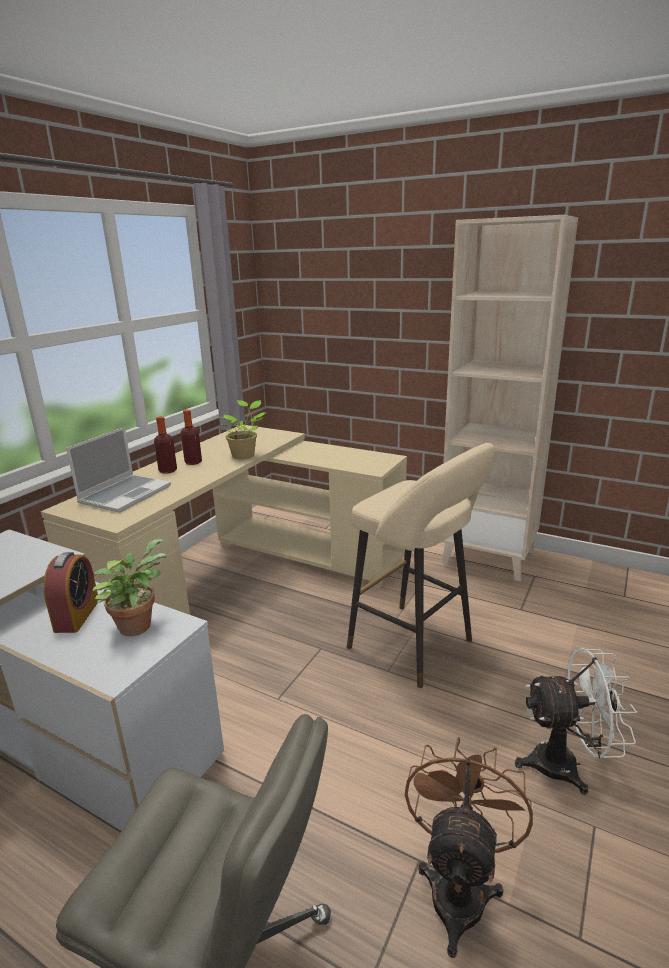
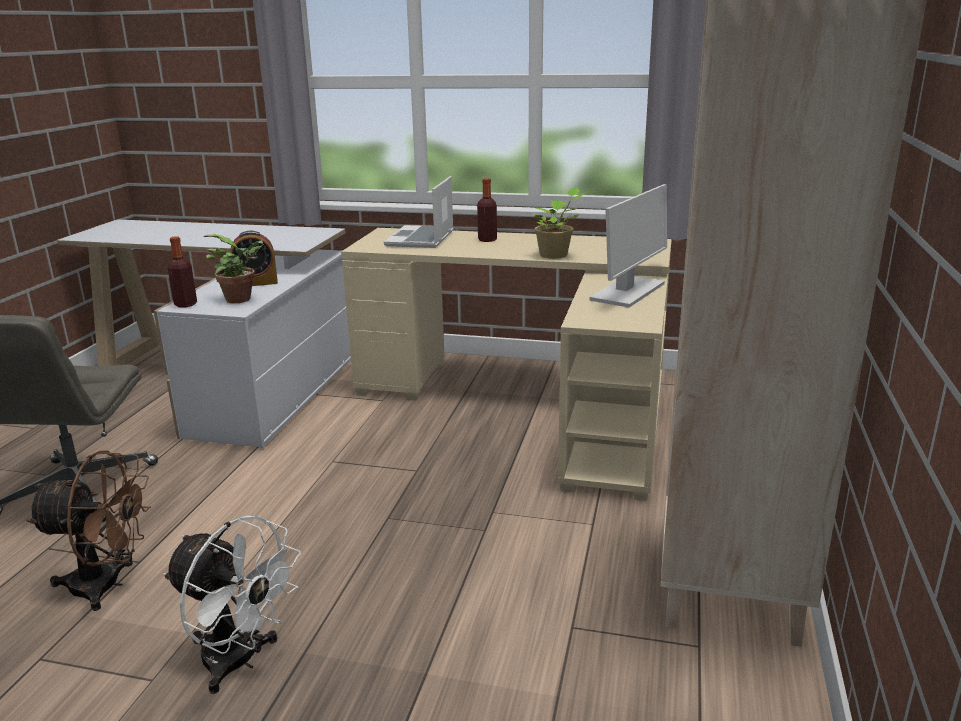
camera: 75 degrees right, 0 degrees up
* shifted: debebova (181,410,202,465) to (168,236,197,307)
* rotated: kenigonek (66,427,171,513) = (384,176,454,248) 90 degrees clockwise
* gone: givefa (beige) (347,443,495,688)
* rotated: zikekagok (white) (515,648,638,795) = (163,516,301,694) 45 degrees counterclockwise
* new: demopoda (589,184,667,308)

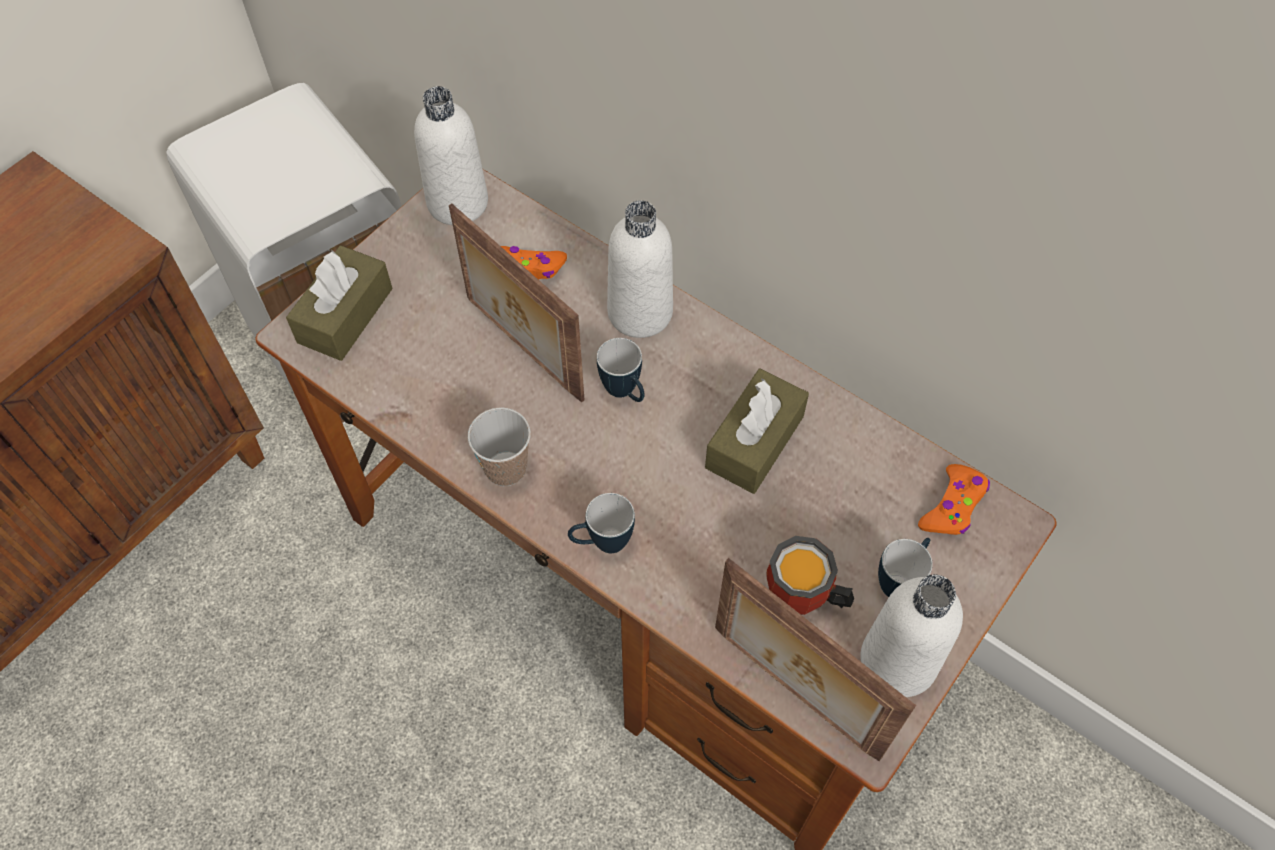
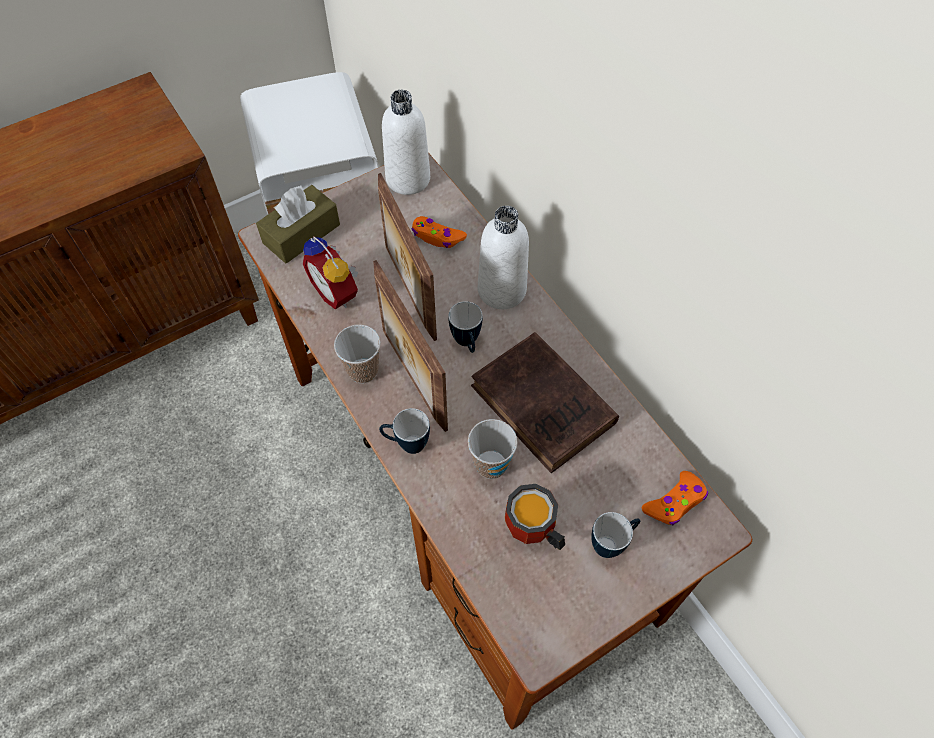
camera: 20 degrees right, 0 degrees up
* swapped: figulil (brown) (705,368,809,494) to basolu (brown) (471,332,619,473)
* shifted: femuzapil (715,558,916,761) to (373,260,448,432)
* gone: debebova (white) (860,575,963,697)
* new: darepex (303,236,358,309)
* new: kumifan (468,419,517,479)

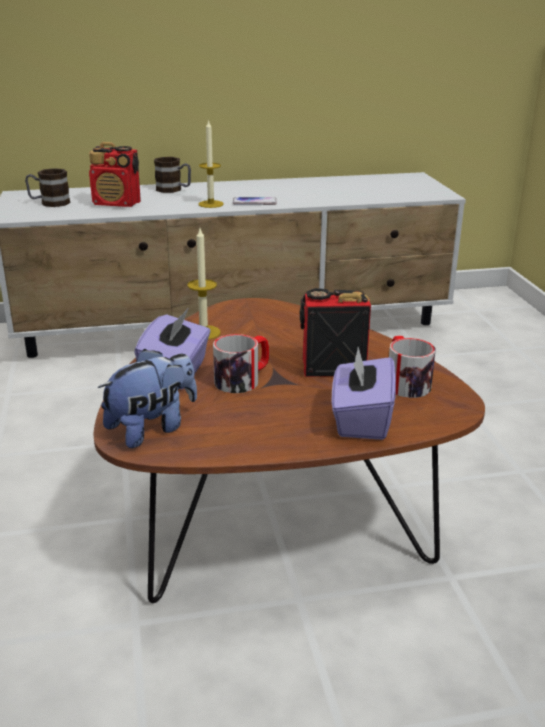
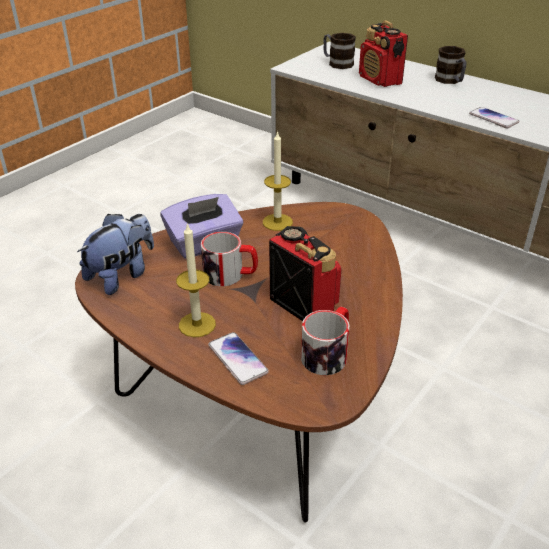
camera: 50 degrees right, 10 degrees up
* shifted: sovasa (198,119,224,208) to (176,223,216,337)
* swapped: figulil (purple) (332,347,396,440) to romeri (208,332,269,385)
* rotated: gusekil (98,349,197,448) = (77,214,154,295) 60 degrees counterclockwise

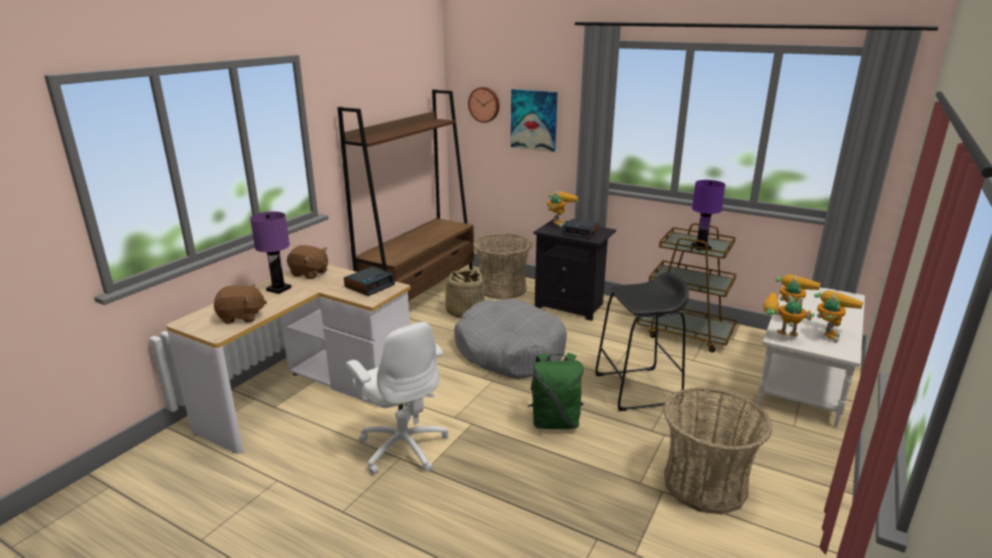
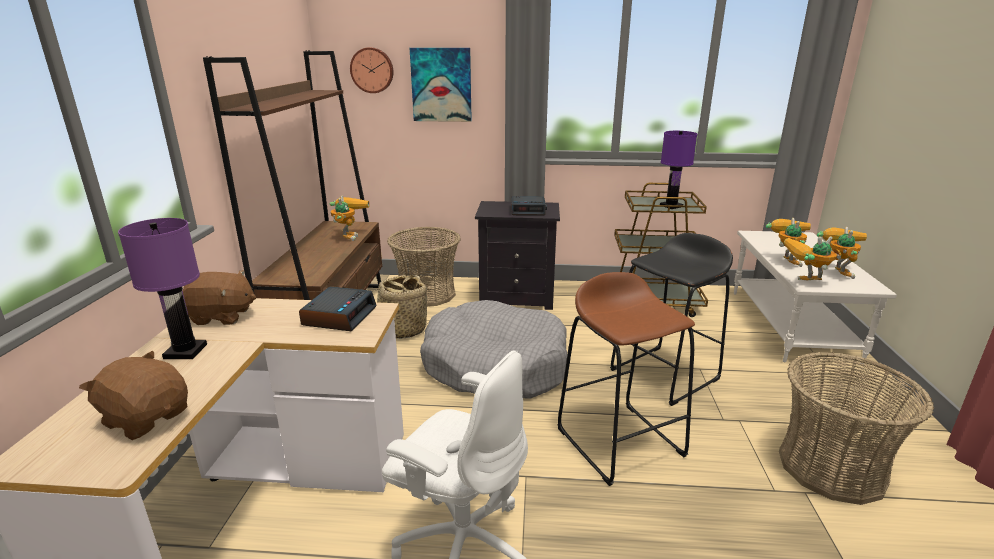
camera: 25 degrees left, 0 degrees up
* shifted: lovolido (547,190,579,227) to (330,196,370,241)
* rotated: gusekil (brown) (214,283,267,324) = (79,351,188,440) 120 degrees counterclockwise
* swapped: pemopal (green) (528,353,584,429) to givefa (brown) (558,272,695,486)

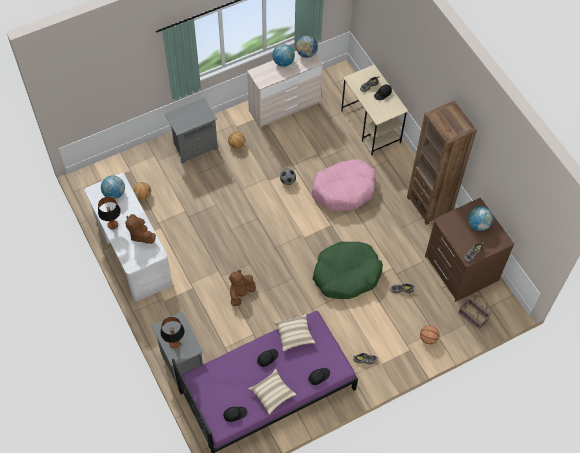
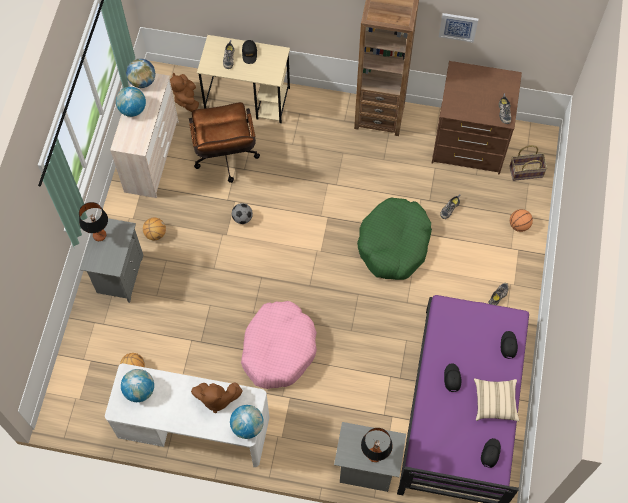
camera: 50 degrees left, 5 degrees up
* shifted: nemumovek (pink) (312,160,376,211) to (241,301,317,389)
* shifted: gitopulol (98,197,121,230) to (79,202,108,241)
* shifted: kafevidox (468,206,493,231) to (230,405,264,439)
* shifted: gusekil (brown) (229,270,256,306) to (170,73,199,112)
* gone: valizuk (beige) (274,314,315,352)
* new: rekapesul (439,13,478,42)
* new: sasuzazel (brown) (189,102,260,183)

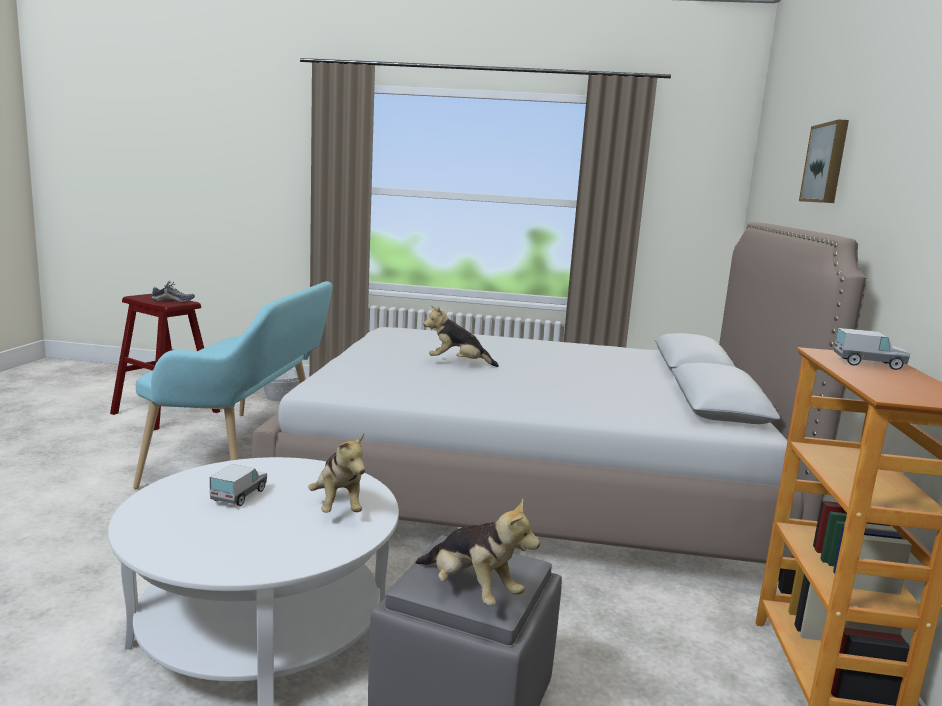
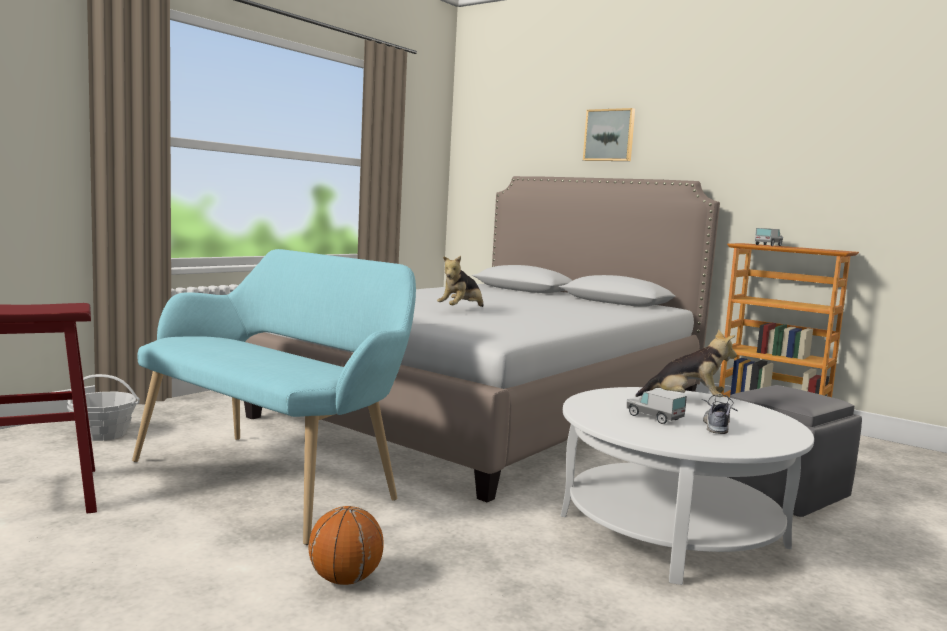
camera: 60 degrees left, 5 degrees down
* shifted: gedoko (152,281,195,302) to (701,394,737,434)
* gone: gusekil (415,499,540,606)
* new: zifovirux (309,506,384,585)

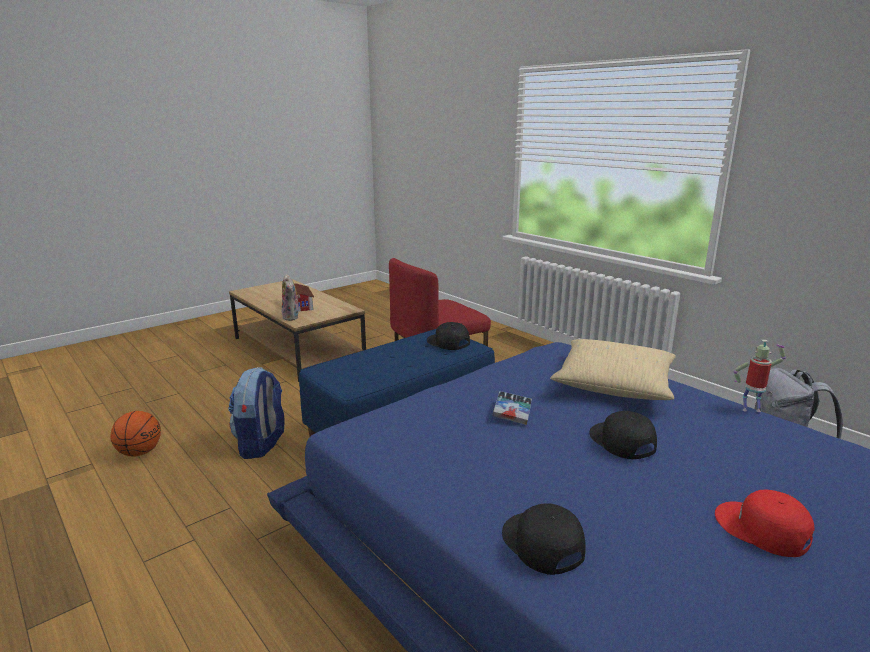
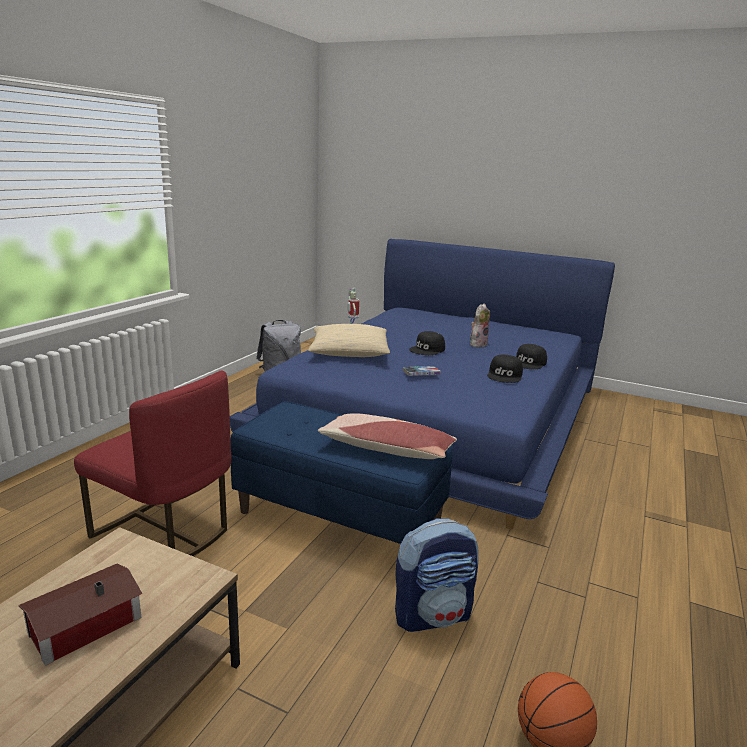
camera: 115 degrees left, 0 degrees up
* shifted: gusekil (282,274,300,321) to (470,304,490,347)
* shifted: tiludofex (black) (427,322,470,350) to (487,355,523,383)
* gone: tiludofex (red) (715,490,815,557)
* new: valizuk (318,414,457,459)

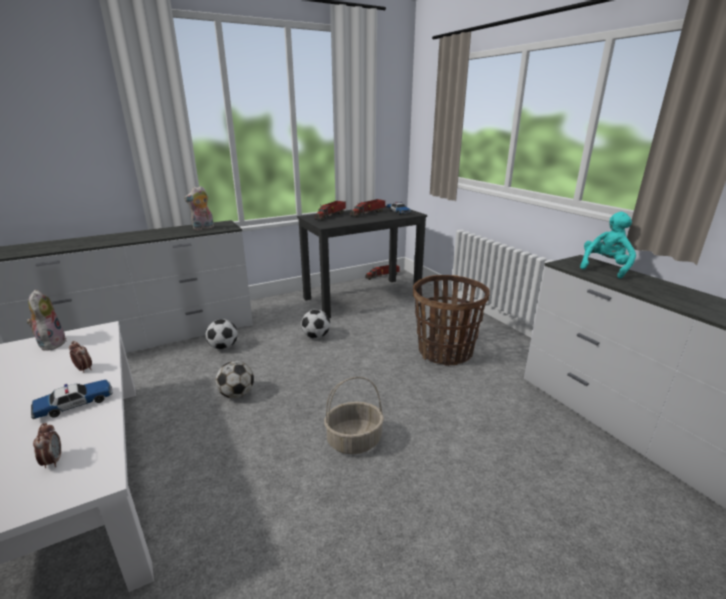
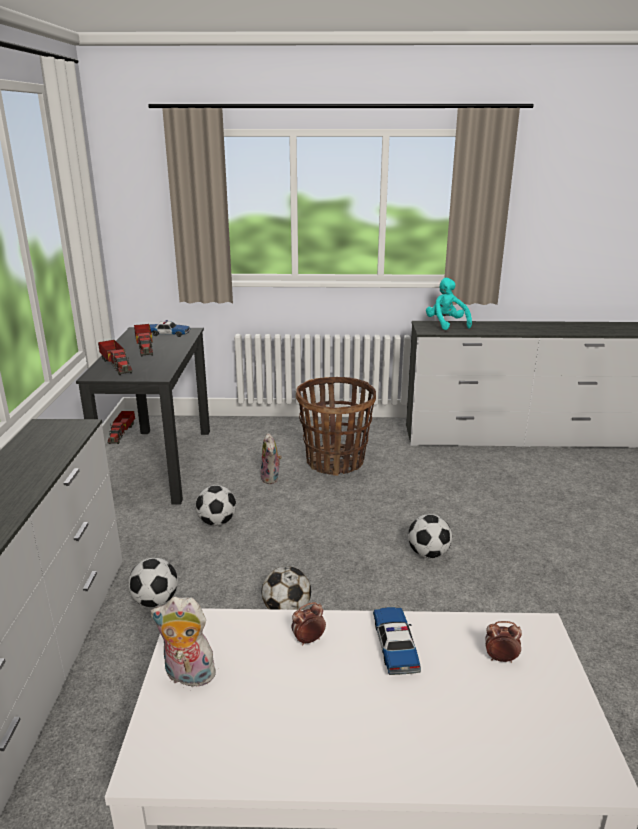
camera: 60 degrees left, 0 degrees up
* shifted: gusekil (184,186,214,230) to (260,433,282,484)
* swapped: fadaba (324,377,384,454) to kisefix (408,514,452,558)

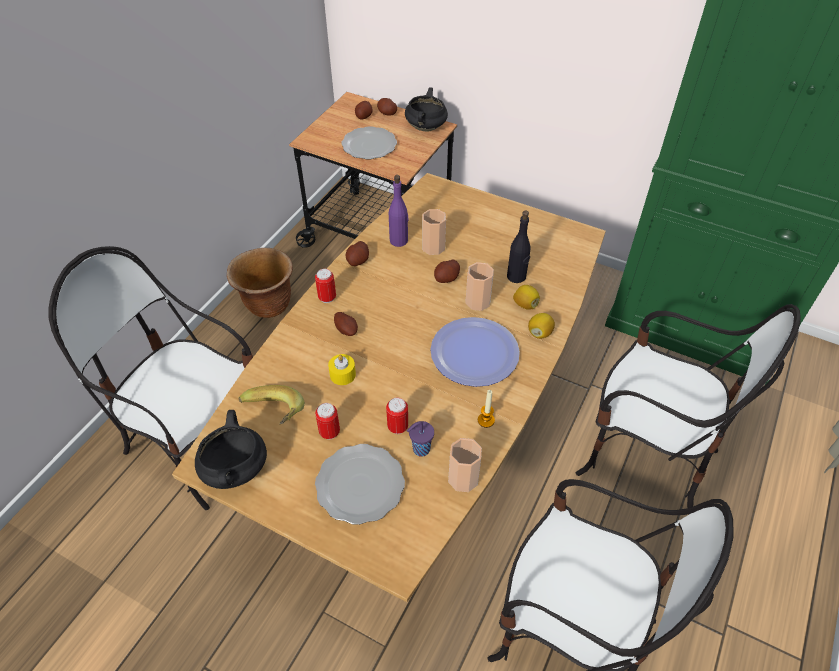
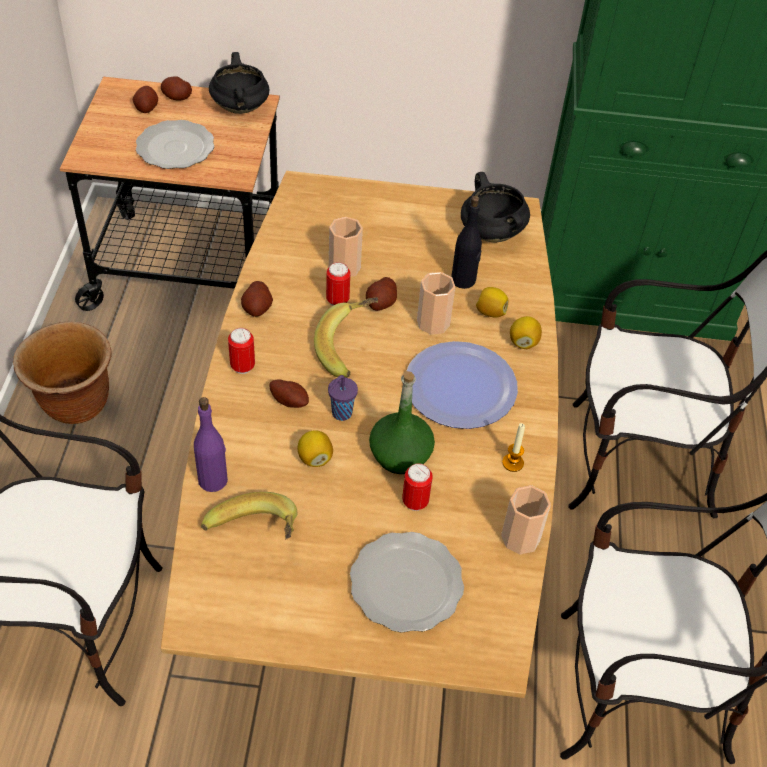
camera: 25 degrees left, 0 degrees up
* shifted: debebova (purple) (389,175,408,247) to (194,397,228,492)
* swapped: sovasa (yellow) (328,354,356,385) to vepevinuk (297,430,333,467)
* shifted: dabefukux (315,403,340,439) to (326,262,351,306)
* shifted: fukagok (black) (195,410,267,489) to (461,172,530,242)
* shifted: kumifan (purple) (407,421,434,457) to (328,375,358,421)
* new: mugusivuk (314,297,379,378)
* new: debebova (green) (369,371,435,474)

